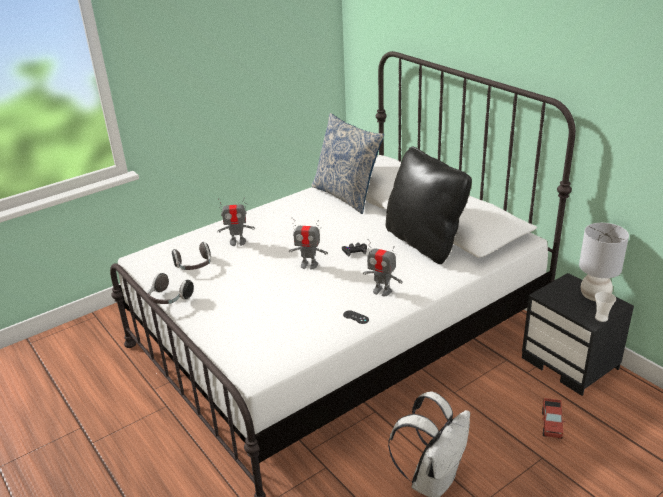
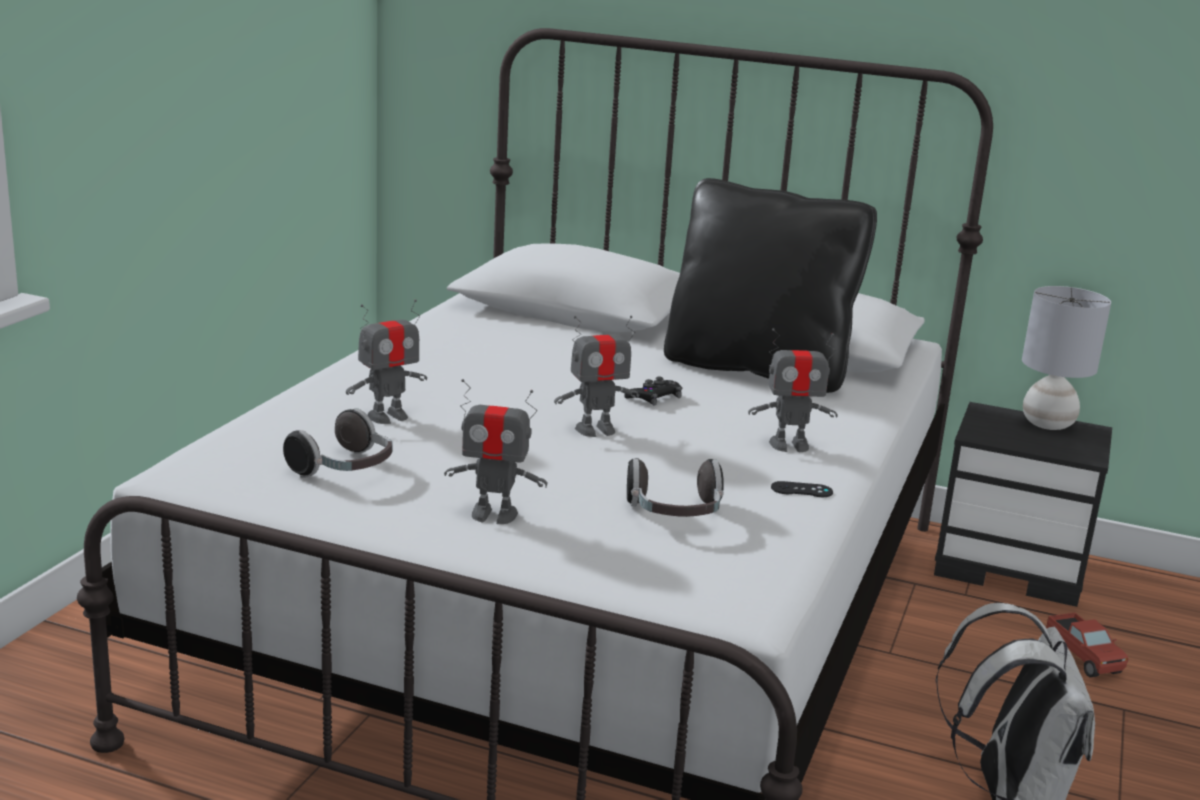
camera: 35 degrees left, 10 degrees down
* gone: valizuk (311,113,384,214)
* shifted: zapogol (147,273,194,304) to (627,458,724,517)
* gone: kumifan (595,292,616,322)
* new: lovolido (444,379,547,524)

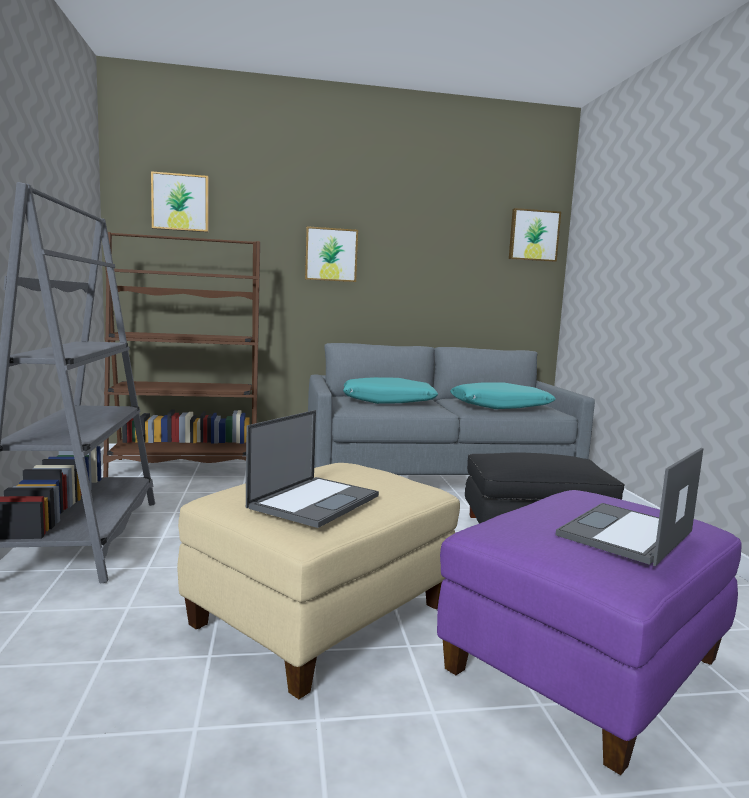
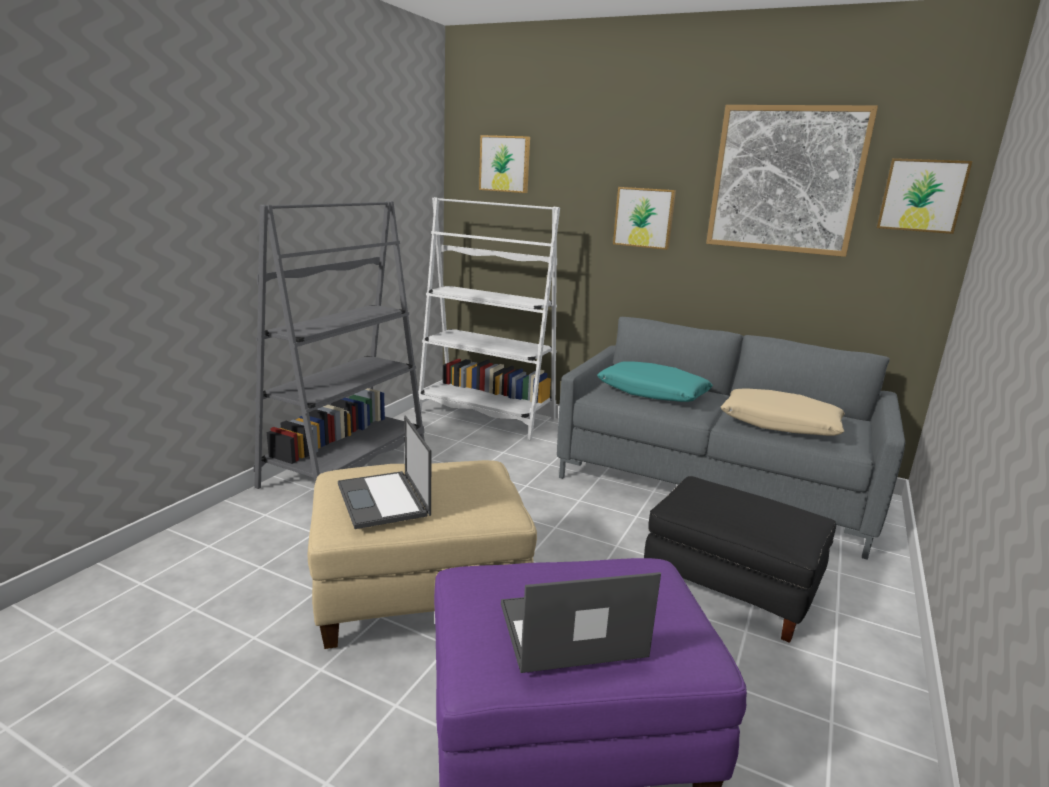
camera: 35 degrees right, 10 degrees up
* repainted: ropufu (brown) (103,232,260,477) to ropufu (white) (419,197,560,440)
* repainted: valizuk (turquoise) (450,382,556,409) to valizuk (beige) (721,389,845,436)
* rotated: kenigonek (246,410,379,528) = (338,416,431,529) 90 degrees clockwise
* new: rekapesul (706,105,878,257)

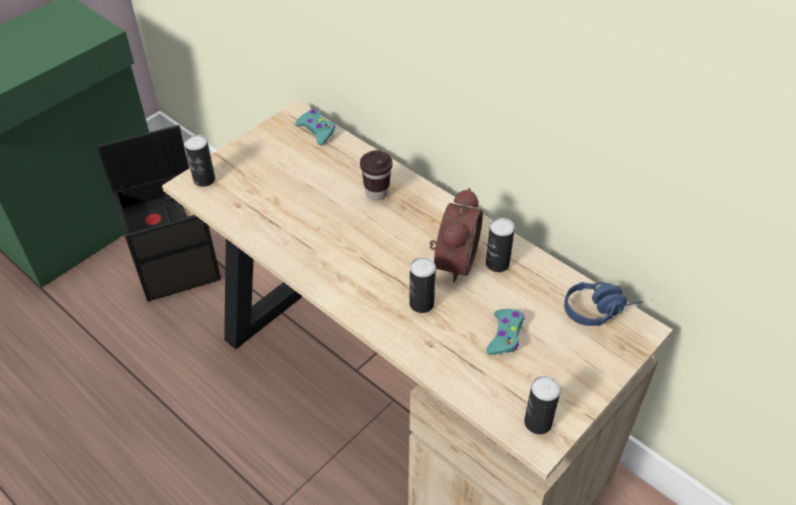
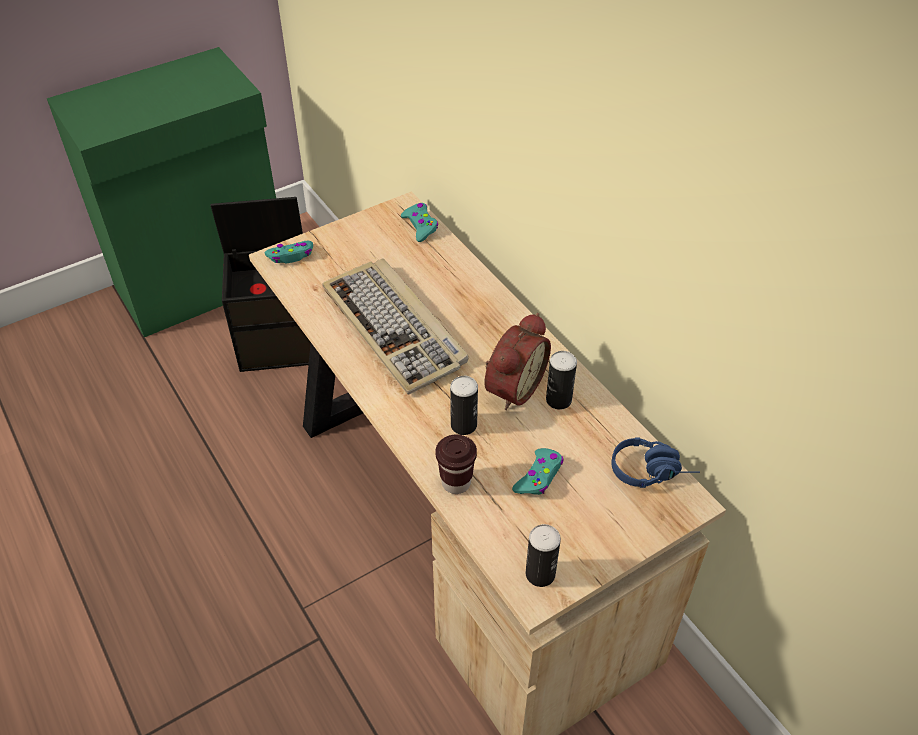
camera: 15 degrees right, 0 degrees up
* swapped: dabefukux (185,135,215,187) to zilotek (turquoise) (264,241,313,263)
* shifted: kumifan (brown) (360,150,393,200) to (436,434,477,494)
* new: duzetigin (322,258,469,394)

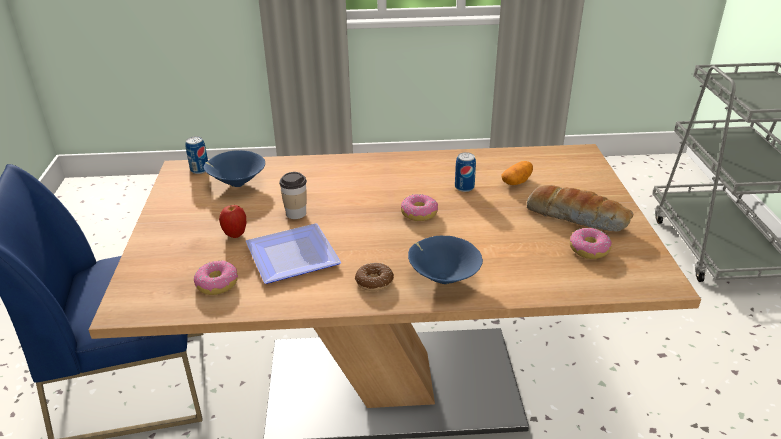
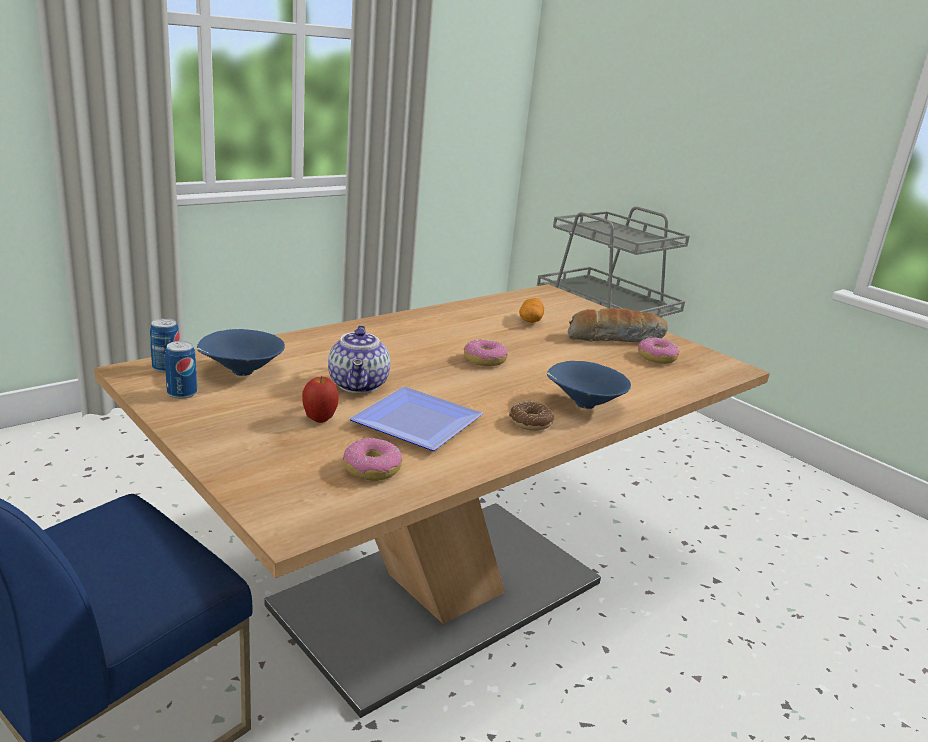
camera: 40 degrees left, 10 degrees down
* shifted: dabefukux (455,152,476,192) to (165,341,197,399)
* swapped: kumifan (279,172,307,219) to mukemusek (328,325,390,394)

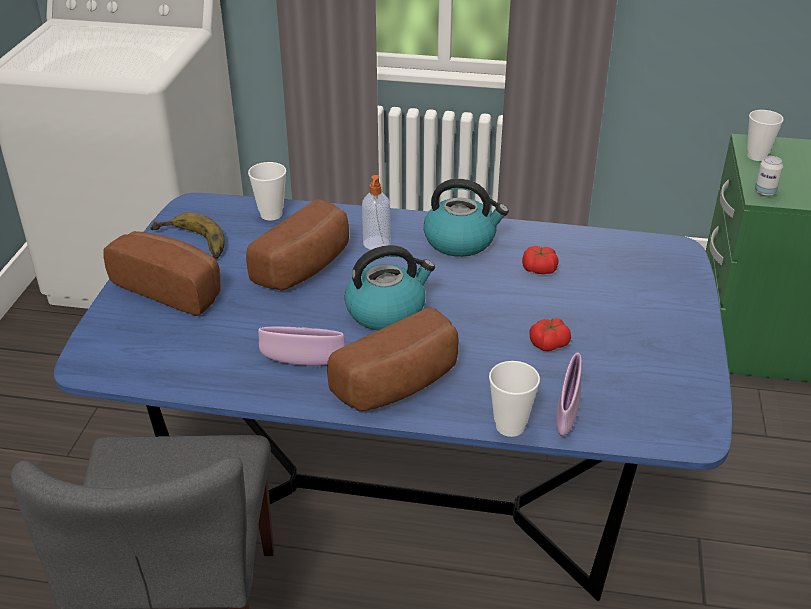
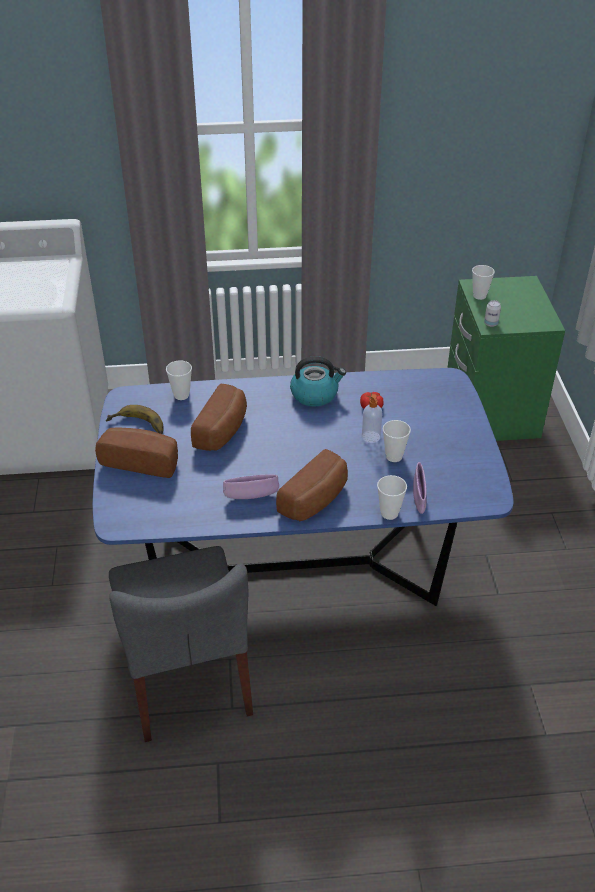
camera: 15 degrees left, 5 degrees up
* shifted: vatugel (362,175,390,250) to (362,394,382,443)
* gone: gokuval (344,245,435,330)
* swapped: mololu (529,318,571,351) to kumifan (383,420,411,462)

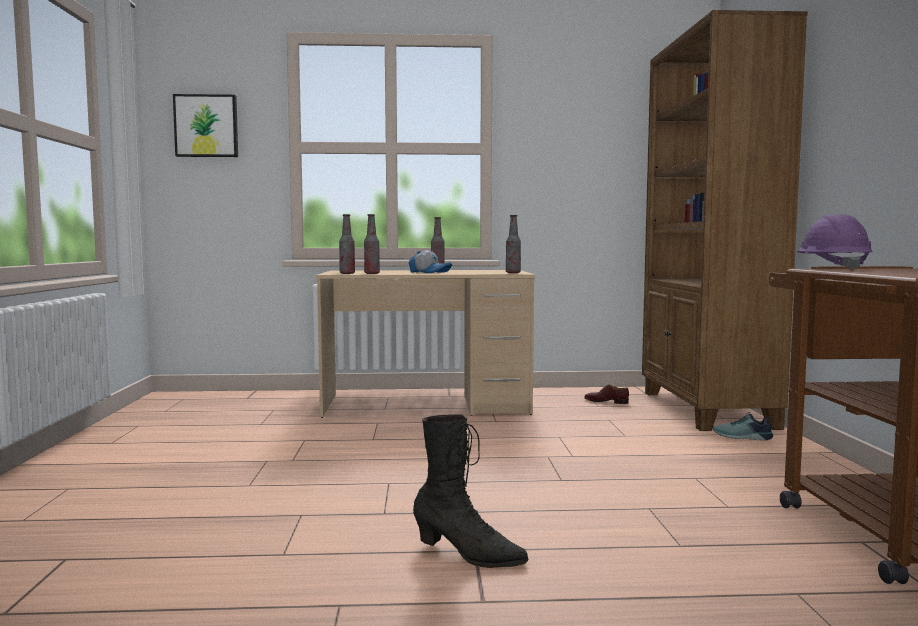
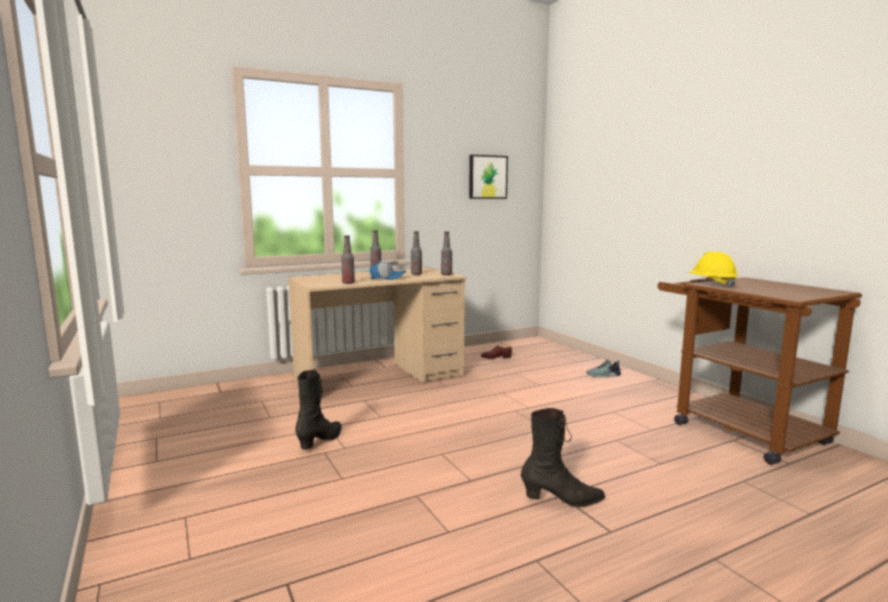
camera: 25 degrees left, 5 degrees up
* gone: ropufu (brown) (642,10,808,431)
* shifted: rekapesul (173,94,238,157) to (469,155,508,199)
* shifted: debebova (339,214,355,274) to (411,231,422,275)
* repainted: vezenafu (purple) (797,214,873,271) to vezenafu (yellow) (688,251,738,287)
* new: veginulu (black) (295,369,342,450)

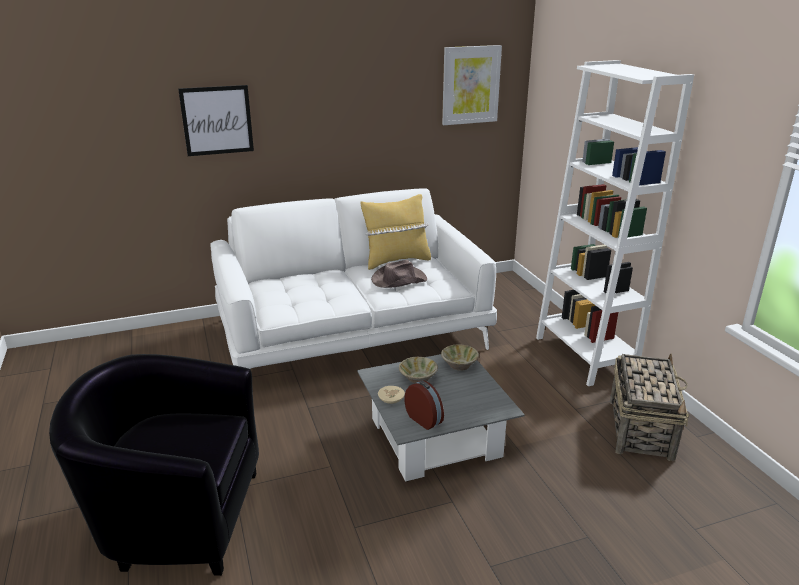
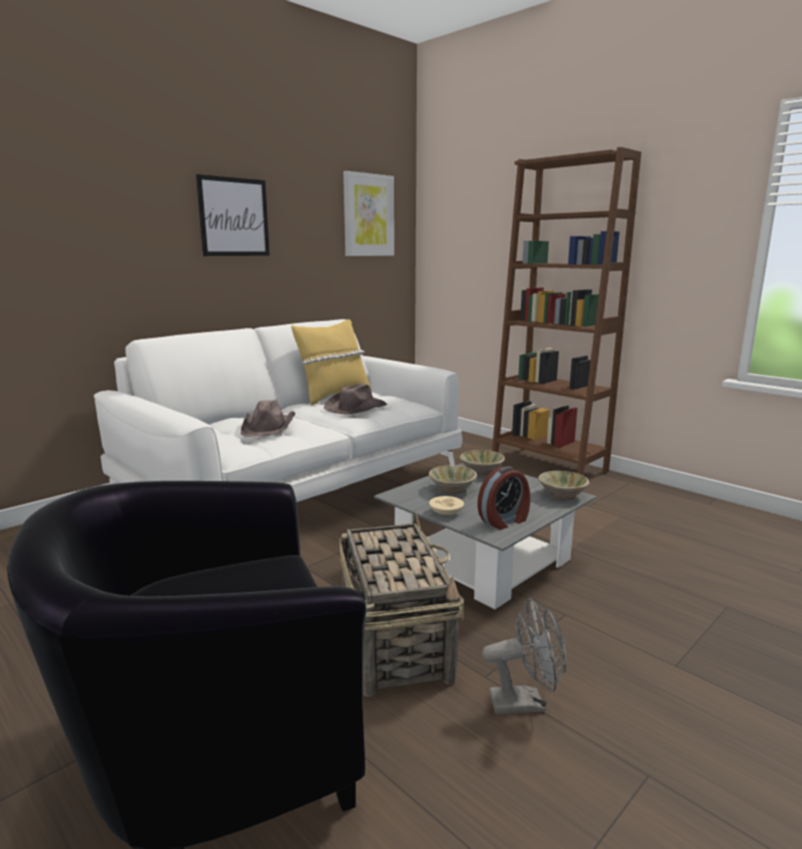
camera: 25 degrees left, 10 degrees down
* repainted: ropufu (white) (536,60,694,386) to ropufu (brown) (492,147,641,475)
* shifted: rekapesul (178,85,254,156) to (196,174,270,256)
* shifted: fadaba (610,353,690,461) to (339,514,465,697)
* rotated: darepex (404,380,444,430) = (477,466,530,530) 120 degrees clockwise
* new: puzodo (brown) (241,400,295,437)
* new: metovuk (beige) (538,471,589,500)
* new: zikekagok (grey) (482,598,566,714)

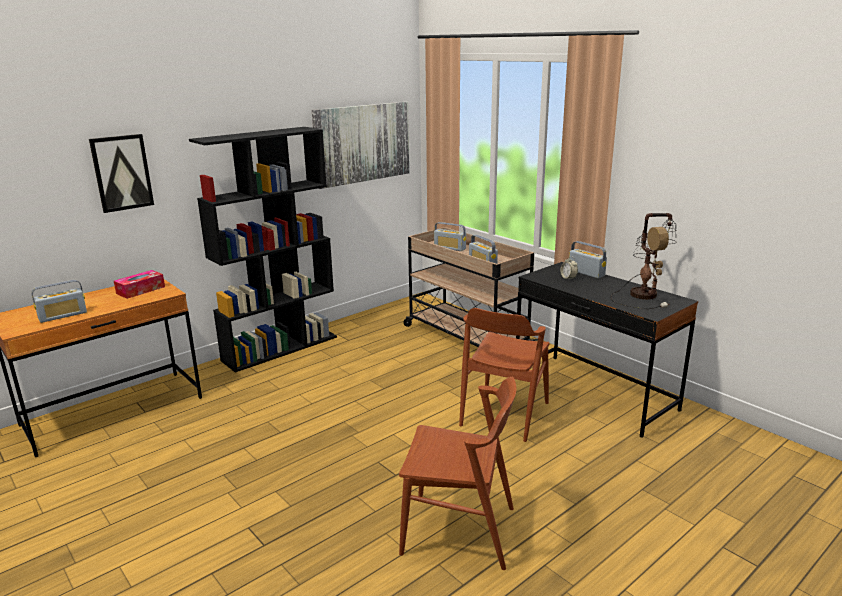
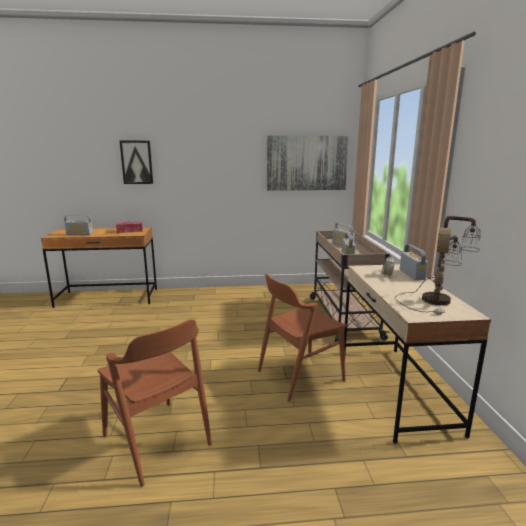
camera: 35 degrees right, 5 degrees down
* gone: ropufu (black) (189,127,337,373)
* repainted: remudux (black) (516,262,698,438) to remudux (beige) (344,264,491,444)

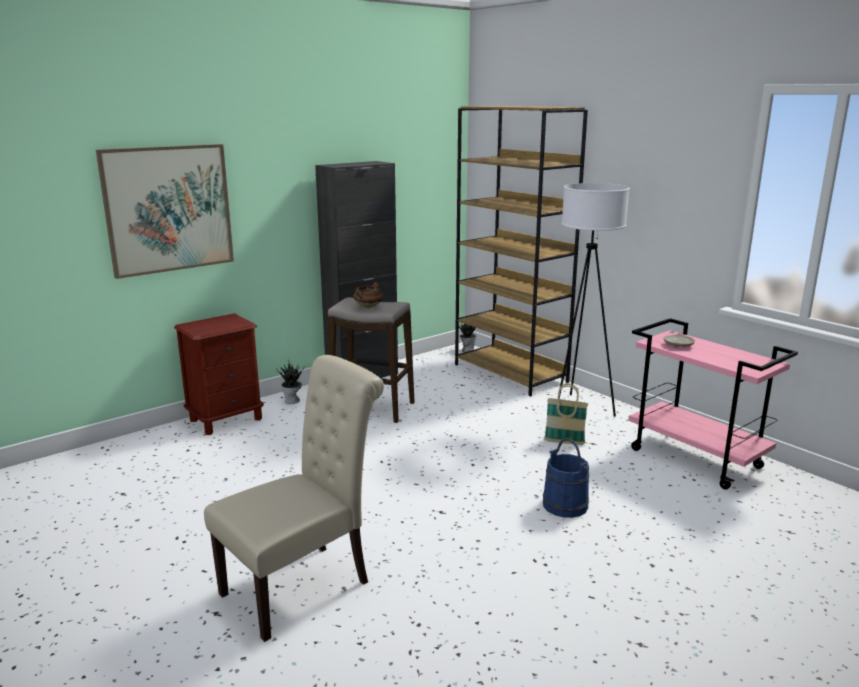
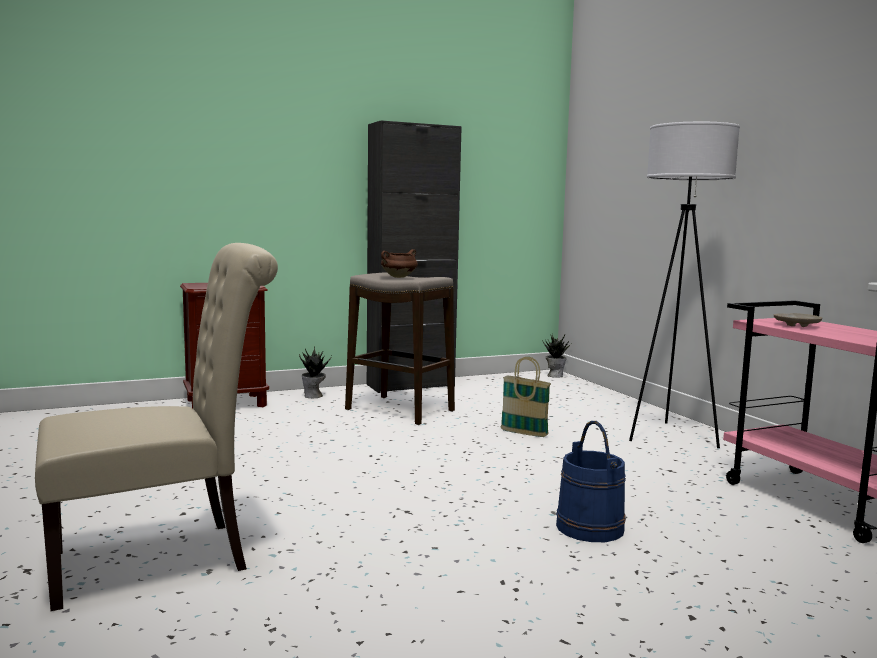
camera: 15 degrees right, 10 degrees down
* gone: ropufu (brown) (455,106,588,396)
* gone: rekapesul (96,144,234,279)
* shifted: fadaba (544,383,588,445) to (500,357,551,437)

